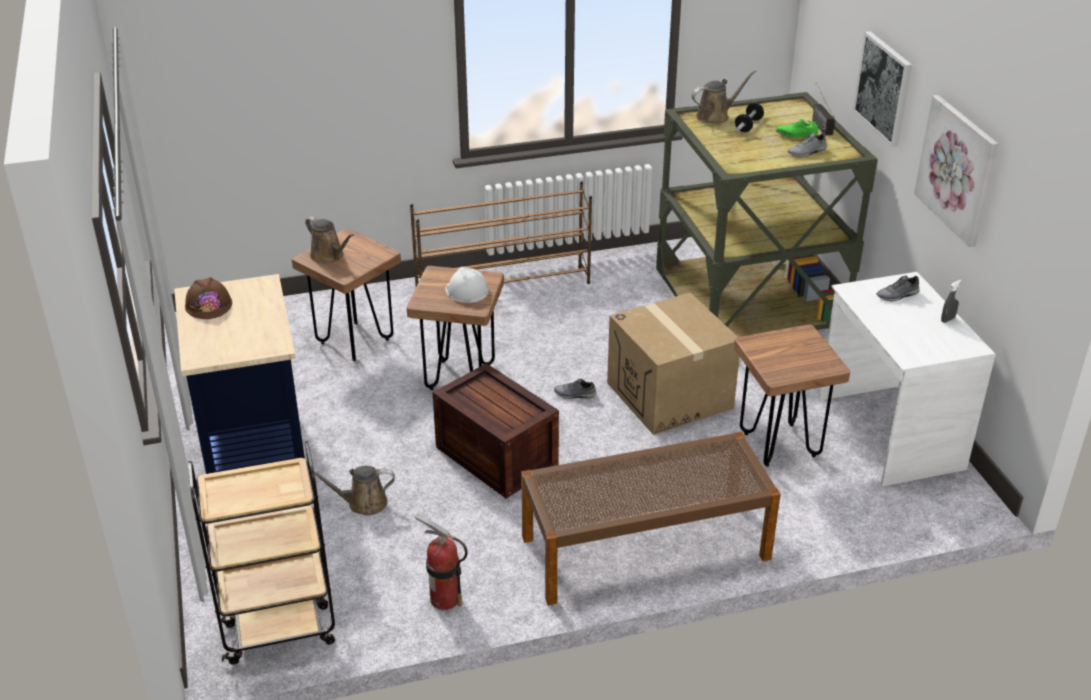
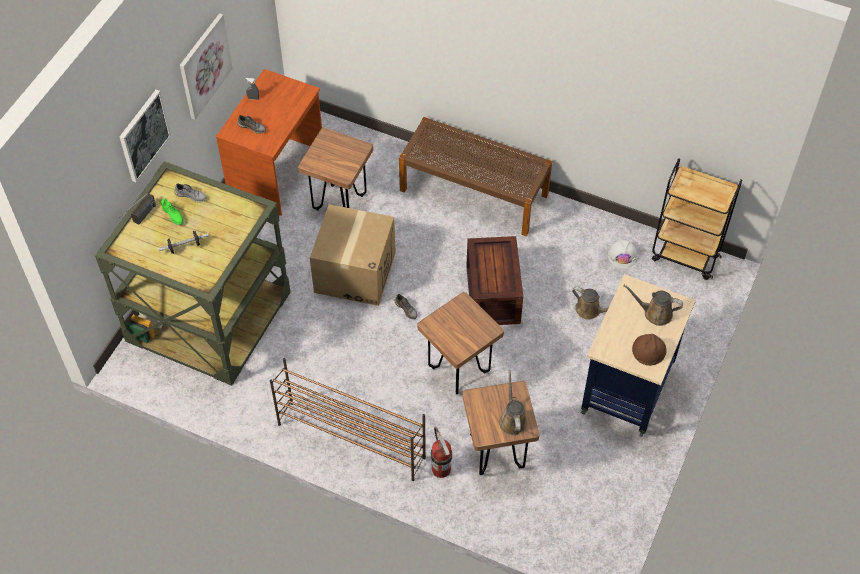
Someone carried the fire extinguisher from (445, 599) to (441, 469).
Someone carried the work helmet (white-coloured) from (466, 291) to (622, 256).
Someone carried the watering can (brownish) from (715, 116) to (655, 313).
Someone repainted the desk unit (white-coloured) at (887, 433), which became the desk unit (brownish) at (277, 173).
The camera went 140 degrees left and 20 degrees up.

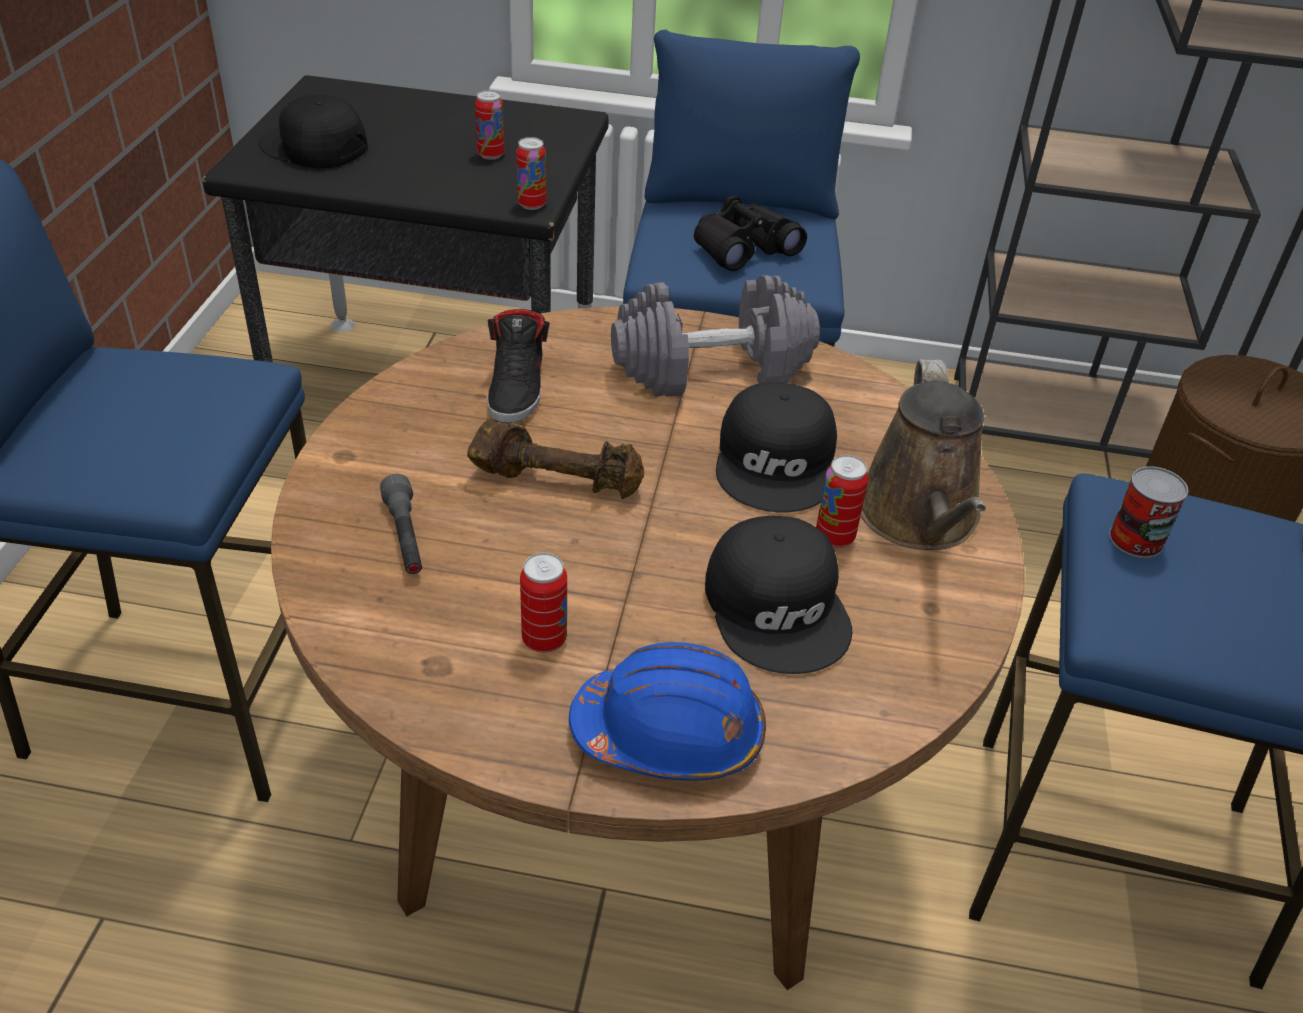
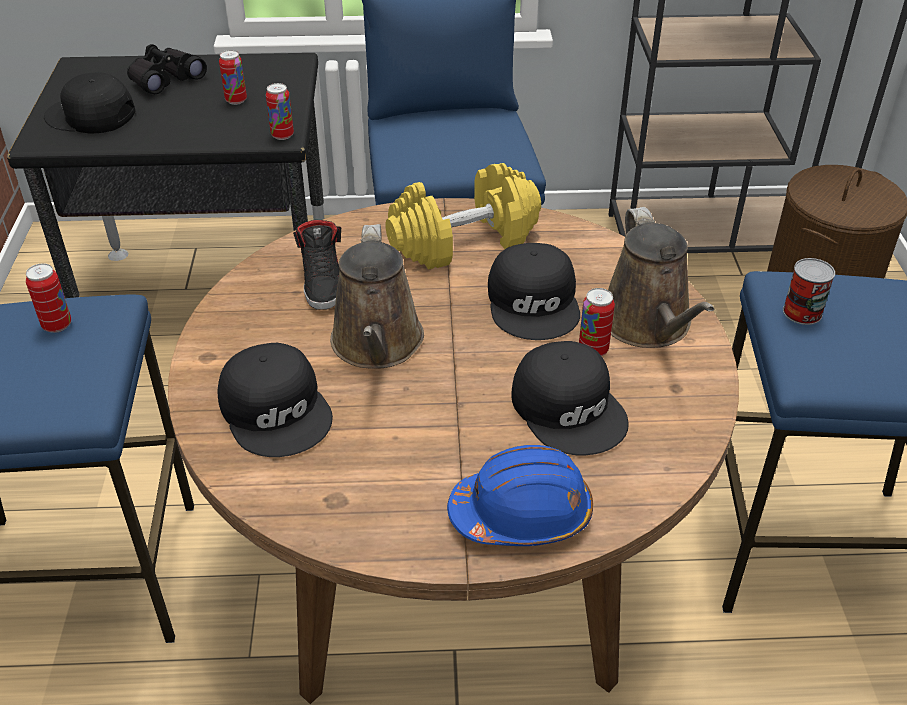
Someone carried the can from (544, 639) to (57, 325).
Someone carried the field glasses (black-coloured) from (743, 248) to (165, 79).
Someone swapped the hand torch (greyish) at (405, 537) for the baseball cap (black-coloured) at (277, 409).
Someone swapped the free weight (brownish) at (557, 479) for the watering can (brownish) at (377, 345).
Someone repainted the free weight (greyish) at (712, 368), which became the free weight (yellow) at (464, 240).
The camera went 10 degrees left and 0 degrees up.

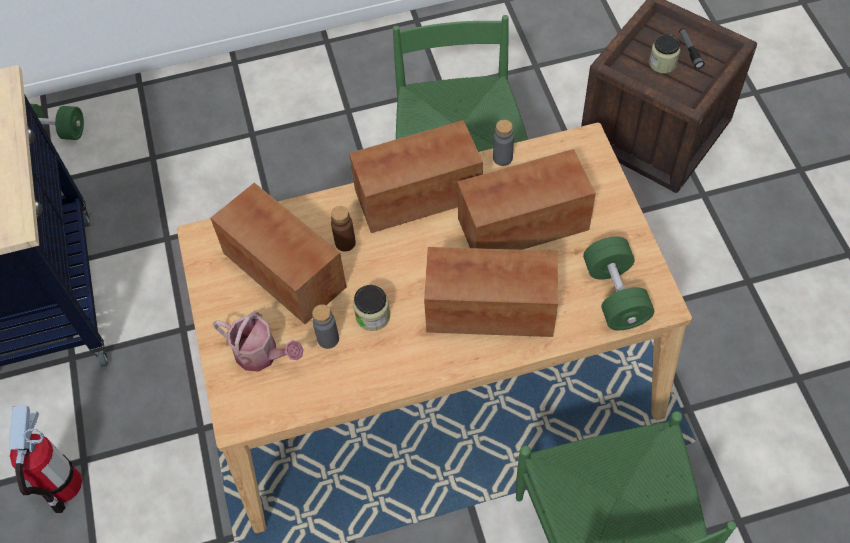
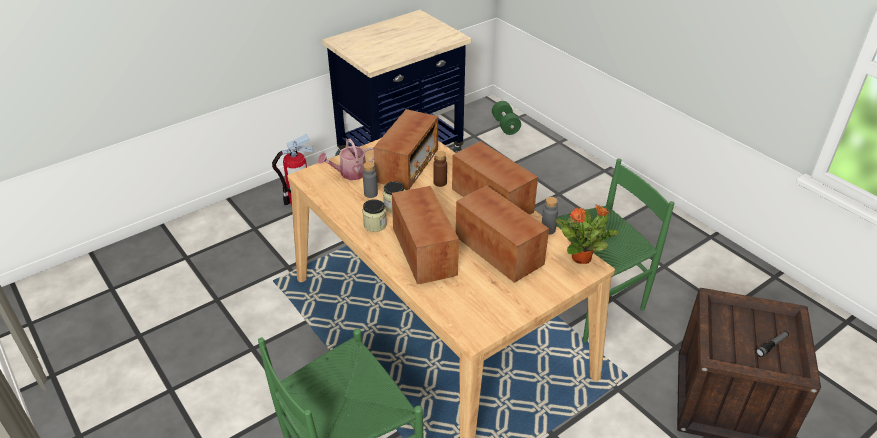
Someone took away the free weight (greenish) at (615, 294).
Someone put down the potted plant at (582, 258).
Someone carried the jar from (662, 63) to (375, 224).
Someone rotated the watering can at (262, 354) by 60 degrees clockwise.
The camera went 65 degrees right and 20 degrees down.

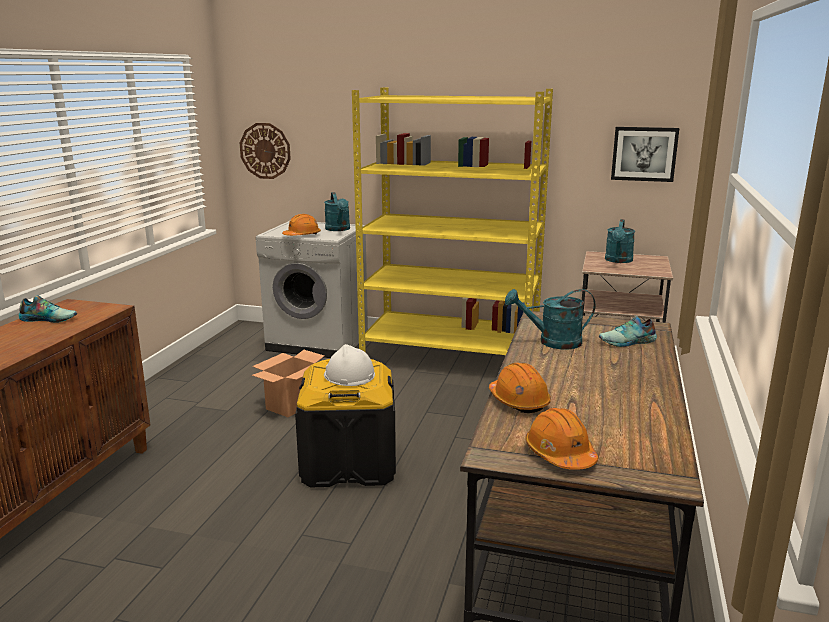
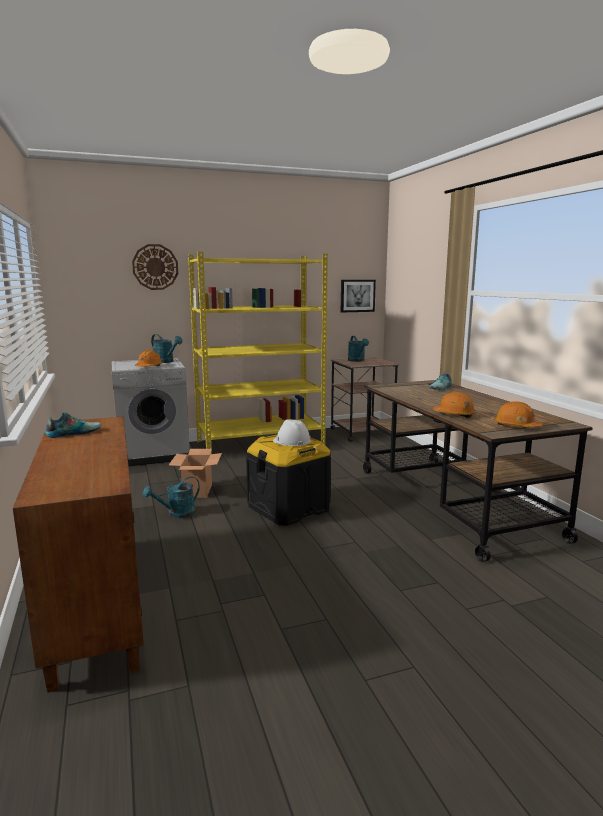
Someone carried the hanging clock from (265, 151) to (155, 267).
Someone carried the watering can (blue-green) from (552, 342) to (176, 514).
The camera went 35 degrees left and 5 degrees down.

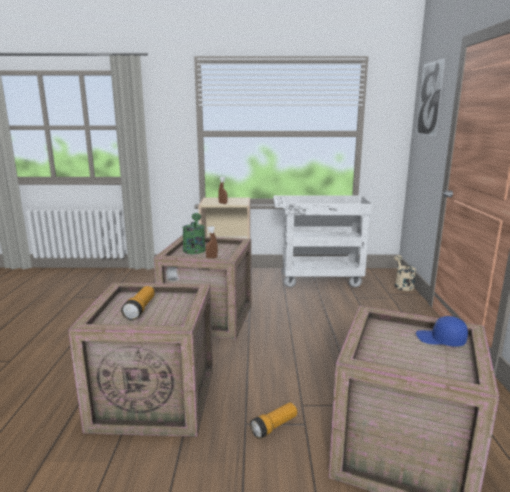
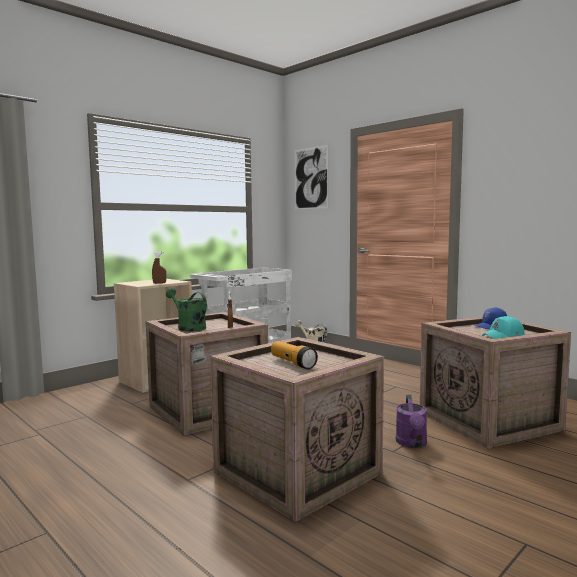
Someone put down the baseball cap (blue-green) at (504, 336).
Someone swapped the hand torch at (274, 427) for the watering can (purple-coloured) at (412, 443).
The camera went 45 degrees left and 10 degrees down.

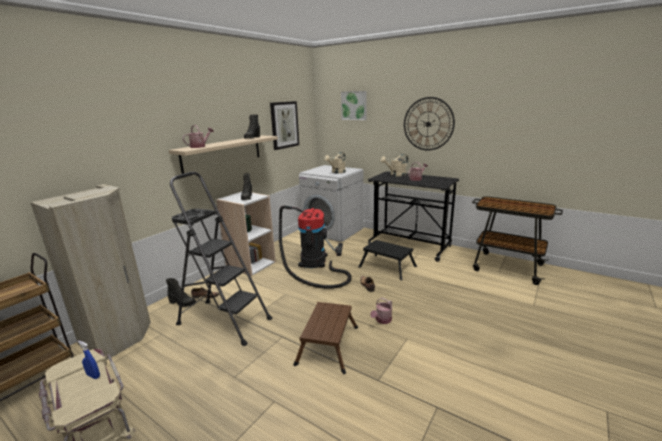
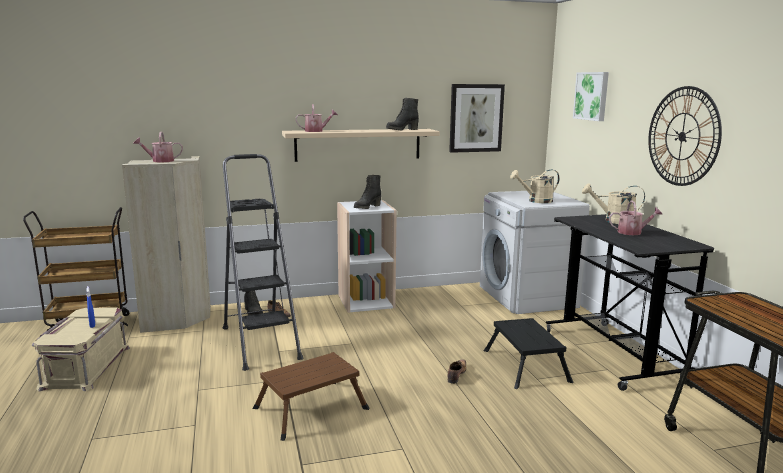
Someone took away the vacuum cleaner at (313, 263).
Someone carried the watering can from (382, 320) to (160, 161).
The camera went 40 degrees right and 5 degrees down.

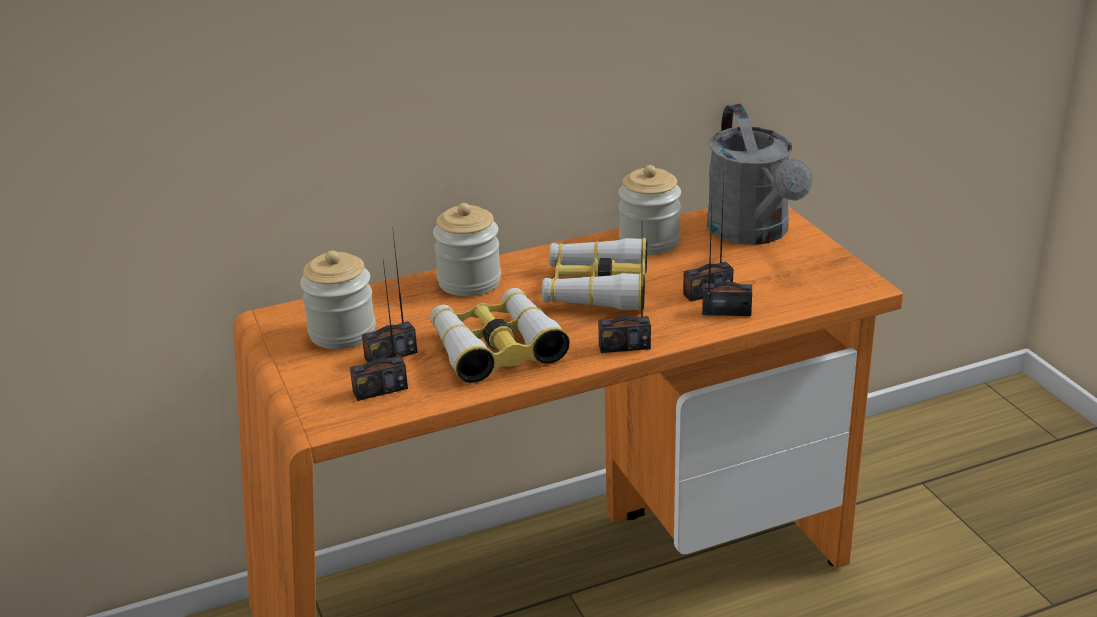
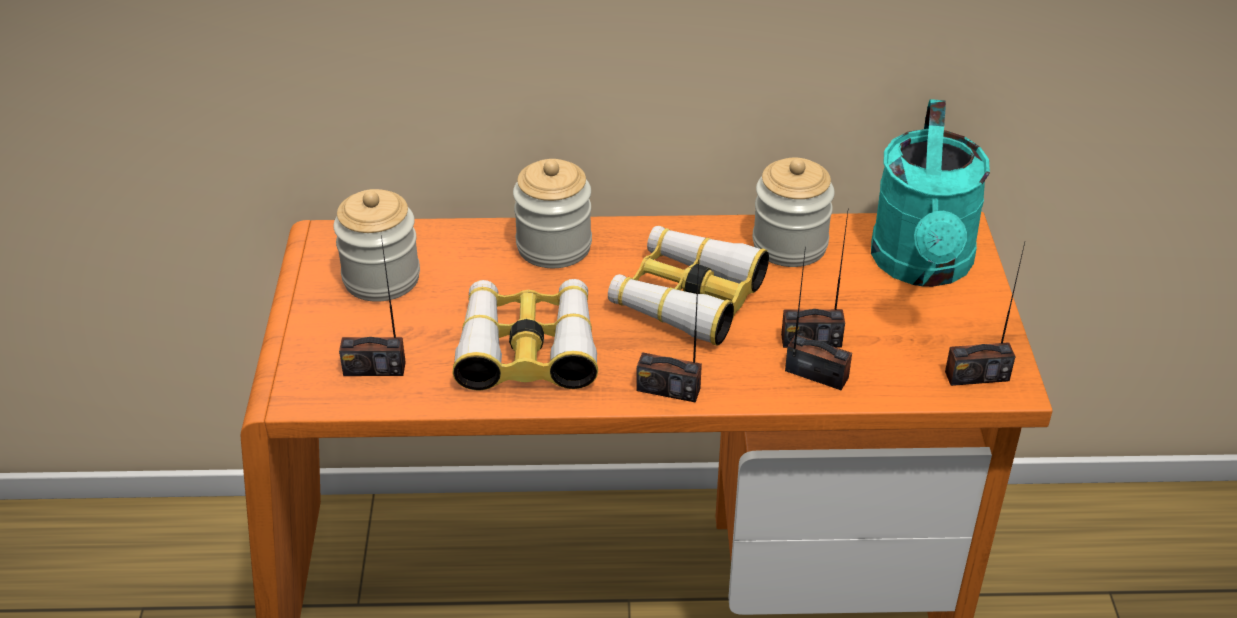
Someone carried the radio set from (390, 355) to (976, 376).
Someone repainted the watering can (greyish) at (754, 233), which became the watering can (blue-green) at (923, 267).
The camera went 20 degrees right and 10 degrees up.

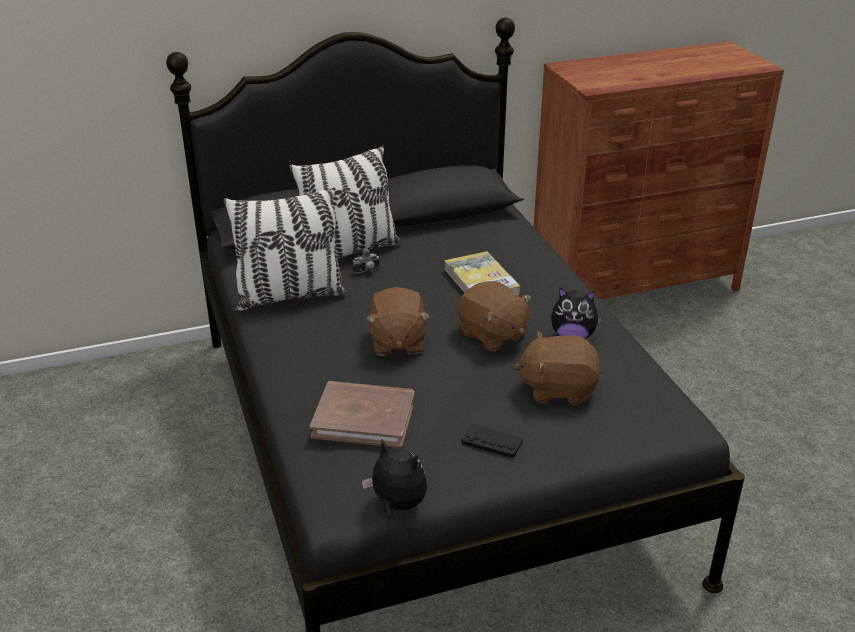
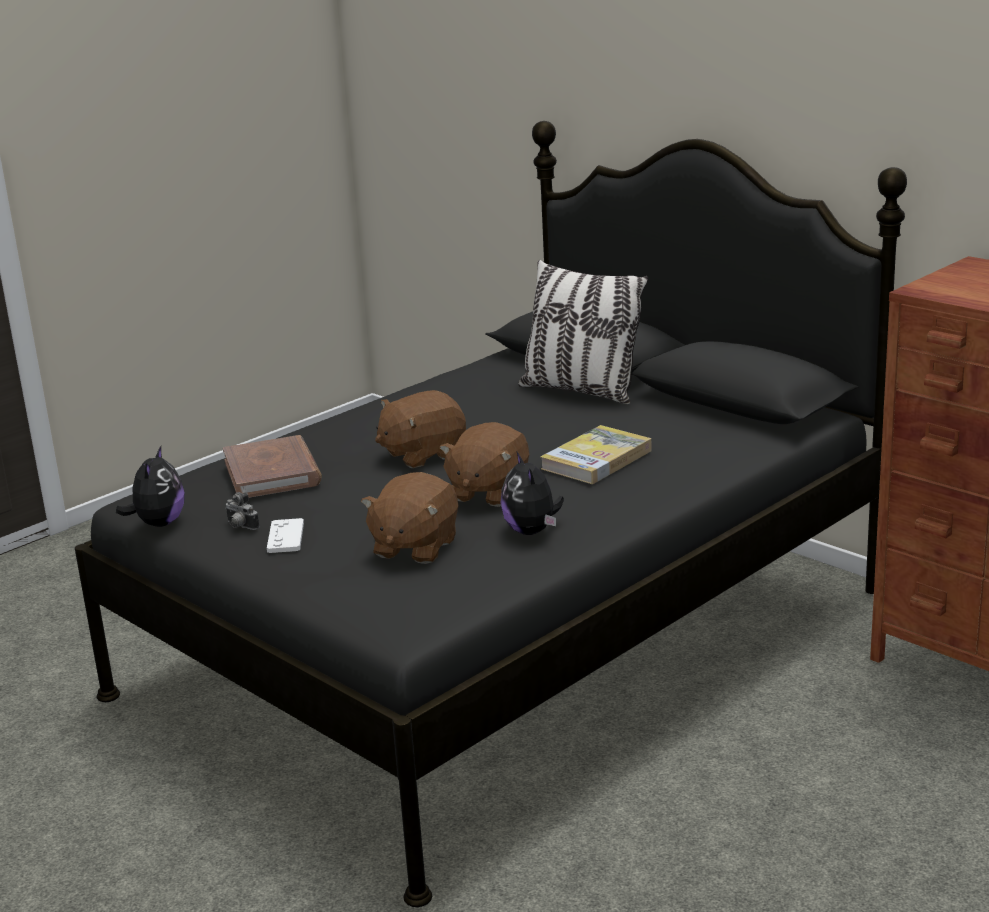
Someone took away the cushion at (290, 296).
Someone carried the still camera from (367, 271) to (240, 527).
Someone repainted the joypad (black-coloured) at (492, 442), which became the joypad (white-coloured) at (285, 537).
Someone rotated the soft toy (brownish) at (558, 389) by 135 degrees counterclockwise.
The camera went 65 degrees right and 10 degrees down.

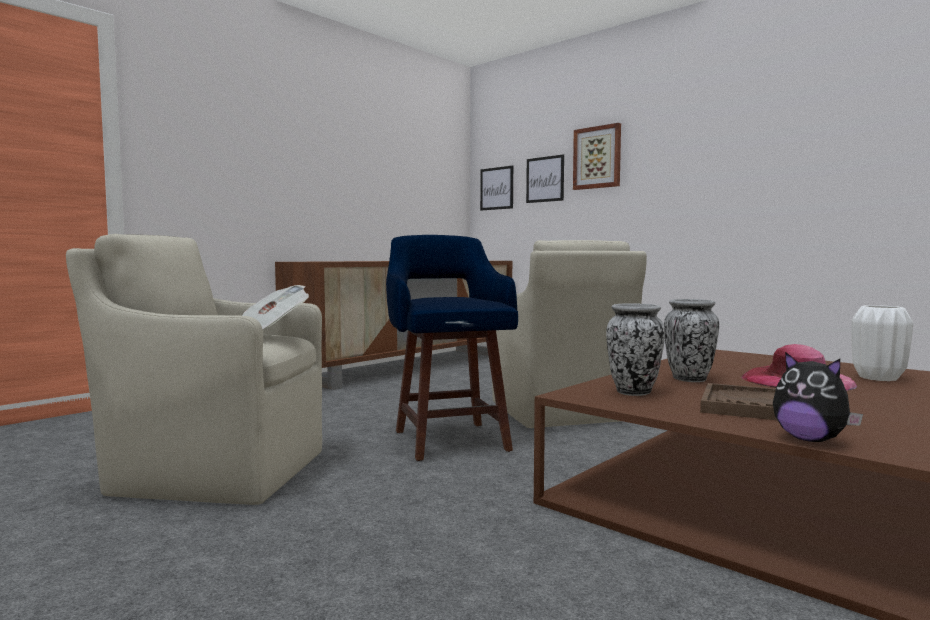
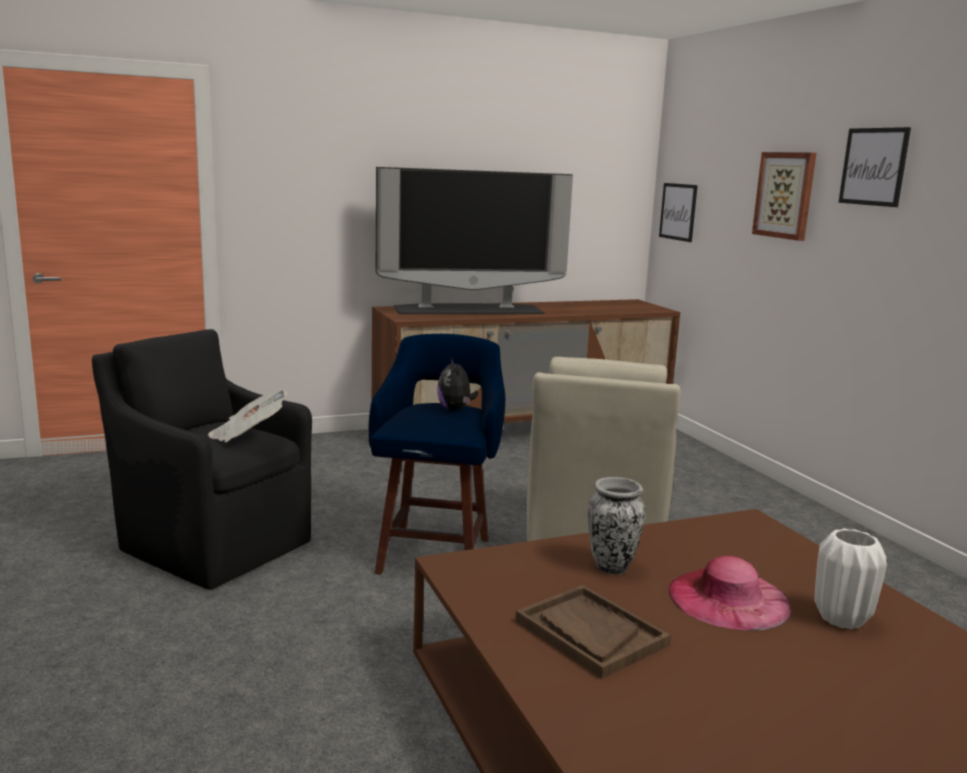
Someone took away the flower vase at (634, 392).
Someone put down the television at (468, 310).
Someone carried the wall picture from (545, 179) to (873, 166).
Someone carried the soft toy from (810, 440) to (455, 409).
Someone repainted the lounge chair (sand-coloured) at (215, 471), which became the lounge chair (black-coloured) at (213, 544).
The camera went 25 degrees right and 10 degrees up.

